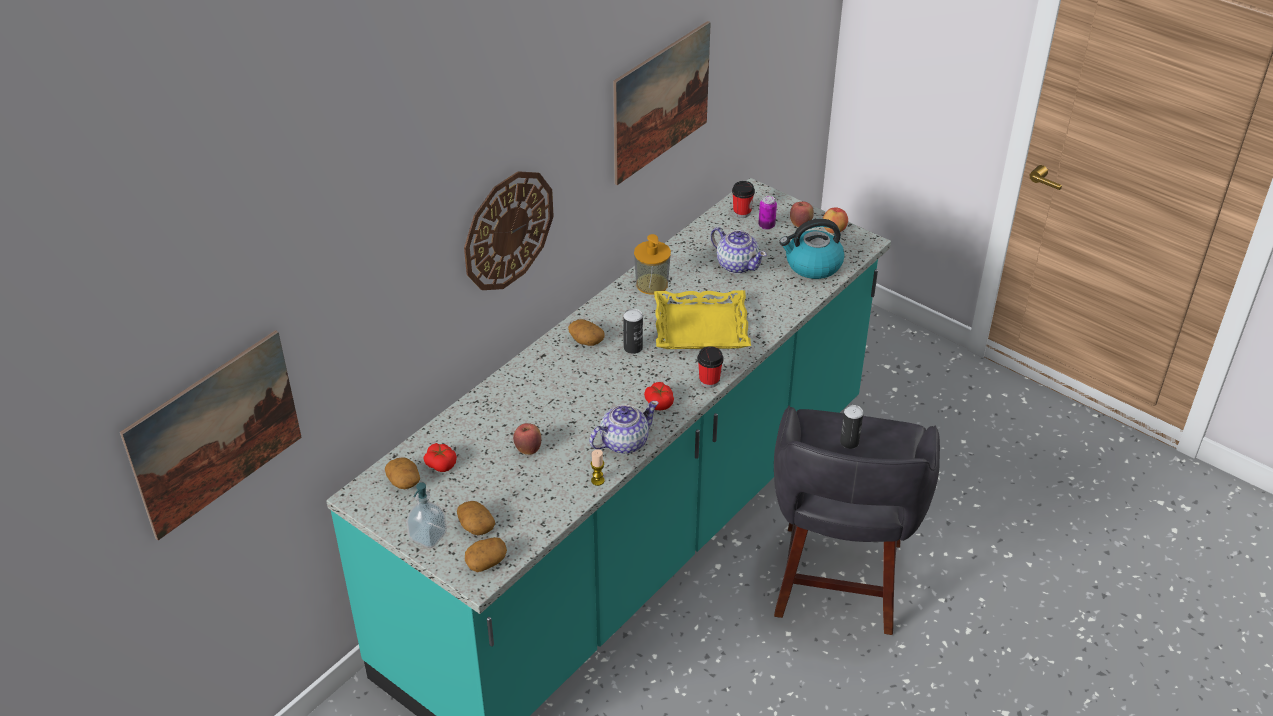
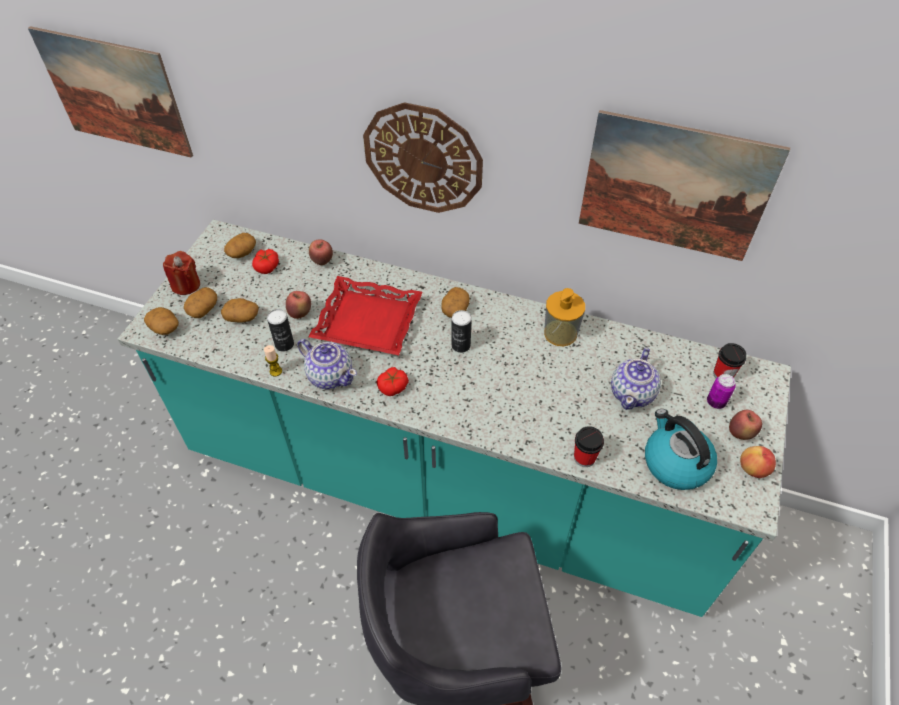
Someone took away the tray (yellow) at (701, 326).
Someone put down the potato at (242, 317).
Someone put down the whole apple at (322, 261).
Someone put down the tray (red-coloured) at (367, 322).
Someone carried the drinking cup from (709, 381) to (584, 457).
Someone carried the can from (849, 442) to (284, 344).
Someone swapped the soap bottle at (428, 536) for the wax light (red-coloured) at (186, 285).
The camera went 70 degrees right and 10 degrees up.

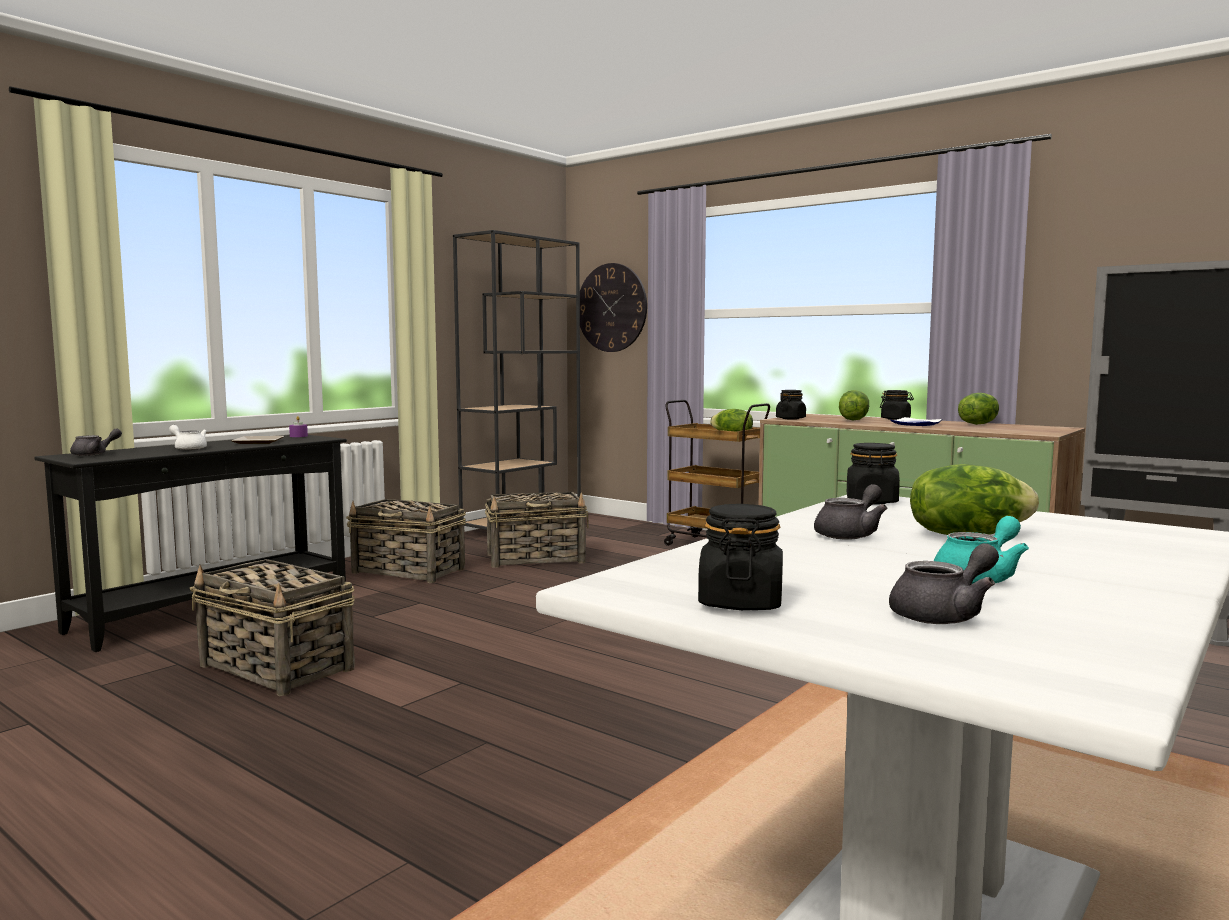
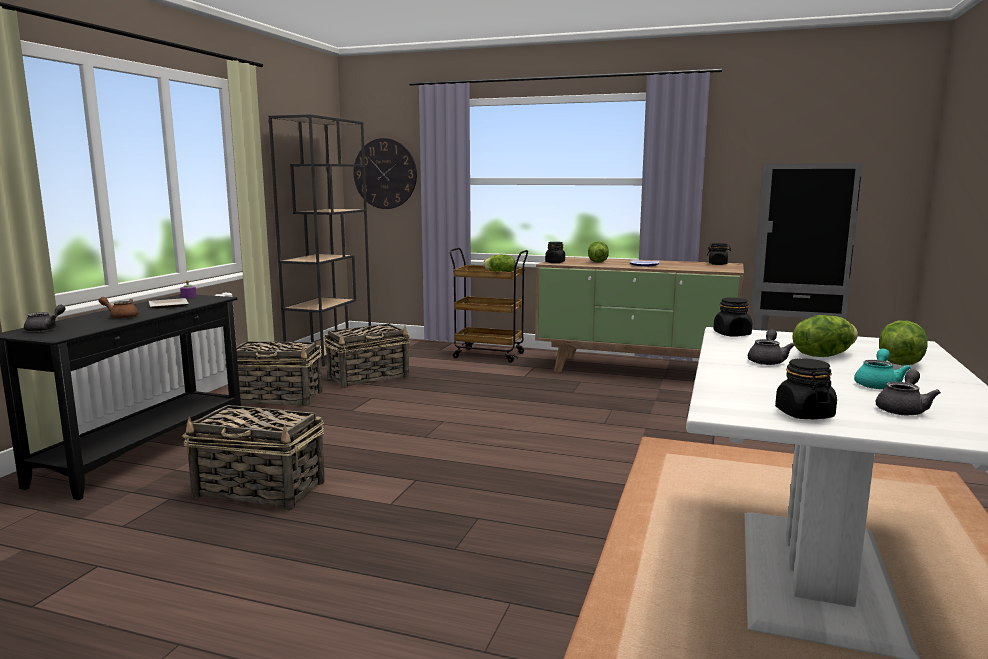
Someone carried the jar (black-coloured) from (896, 419) to (718, 264).
Someone carried the lettuce head from (978, 424) to (899, 362).
Someone repainted the pot for tea (white-coloured) at (188, 448), which became the pot for tea (brownish) at (121, 316).
The camera went 20 degrees left and 5 degrees up.

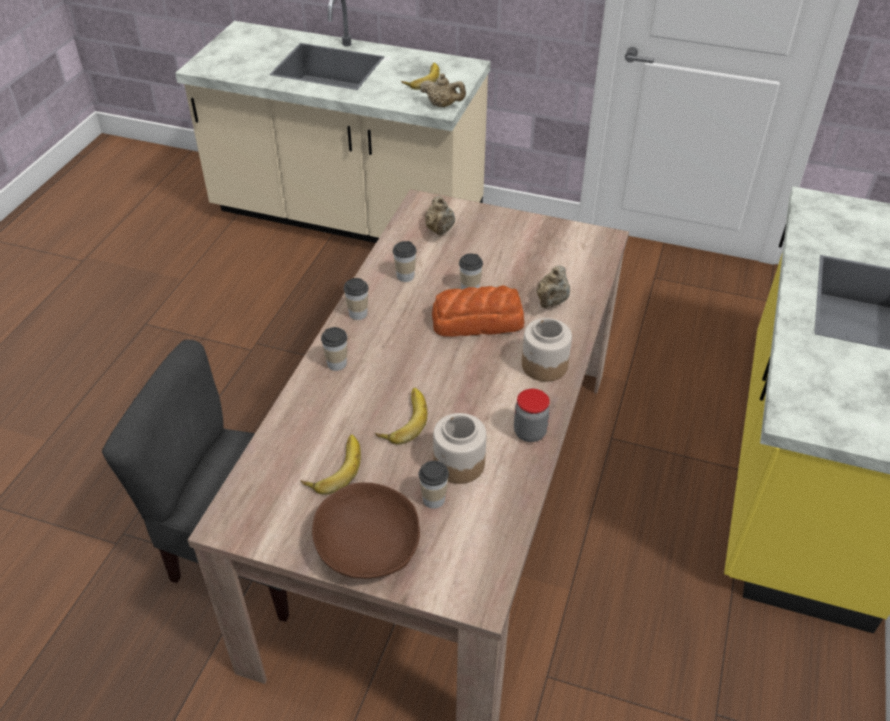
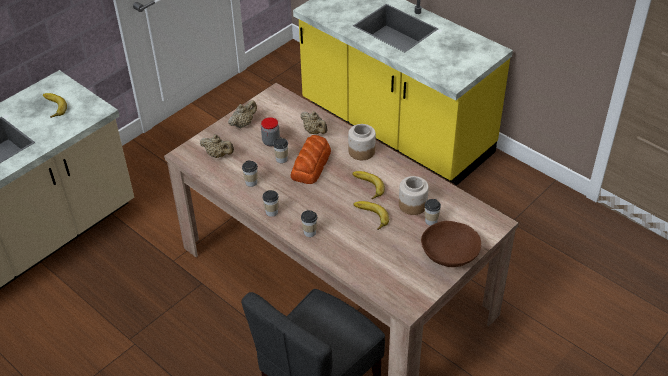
Someone carried the banana fruit from (333, 467) to (366, 187).
Someone carried the pot for tea (sand-coloured) from (443, 105) to (243, 124).
Someone carried the jar from (530, 432) to (271, 142).
The camera went 65 degrees left and 0 degrees up.

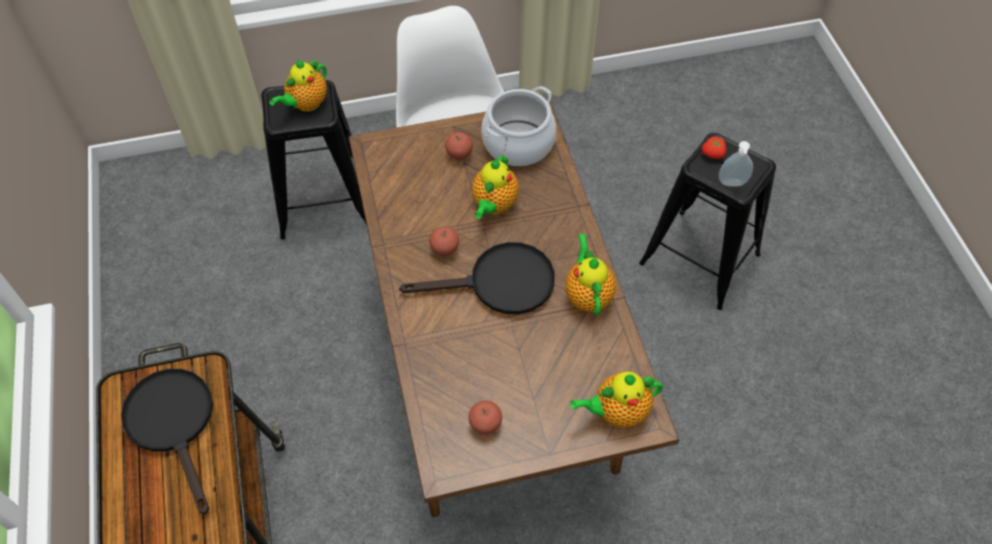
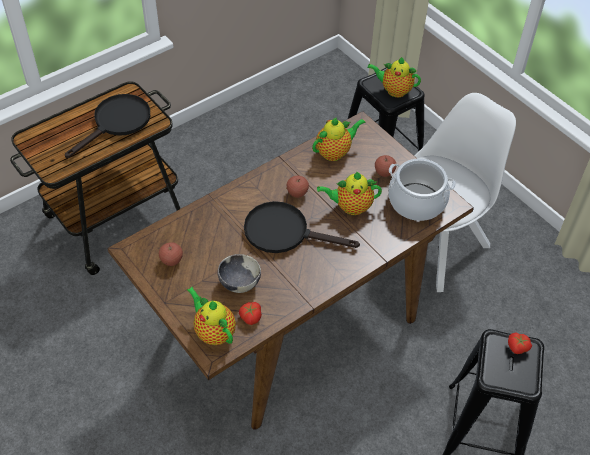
Someone took away the soap bottle at (732, 184).
Someone put down the deep dish at (239, 283).
Someone put down the tomato at (250, 317).
Someone carried the pot for tea from (587, 295) to (335, 152).
Someone rotated the frying pan (black-coloured) at (499, 284) by 135 degrees clockwise.
The camera went 65 degrees right and 5 degrees down.

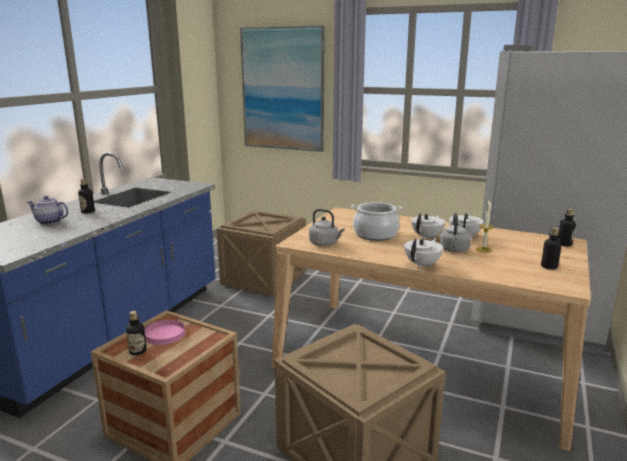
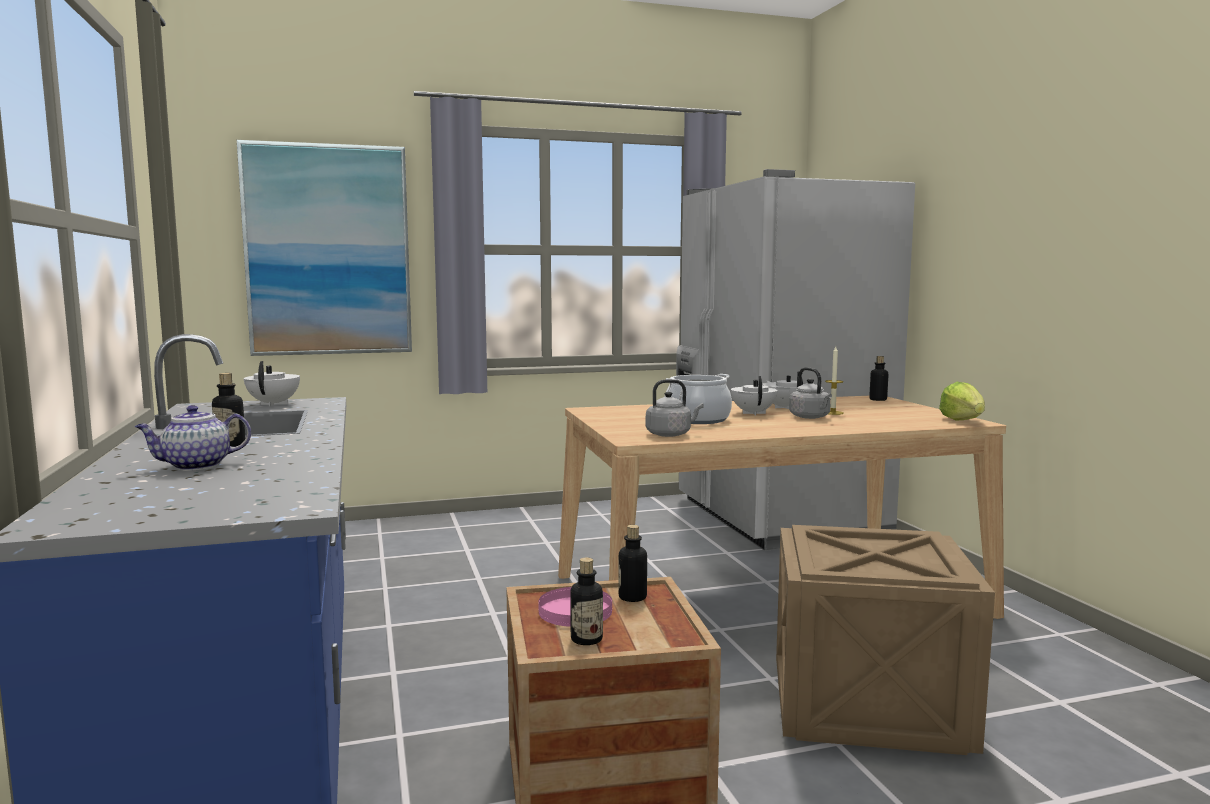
Someone took away the shipping crate at (265, 278).
Someone put down the lettuce head at (962, 421).
Someone carried the pot for tea (white-coloured) from (422, 264) to (274, 404).
Someone carried the bottle from (549, 267) to (632, 597).
The camera went 40 degrees left and 10 degrees down.

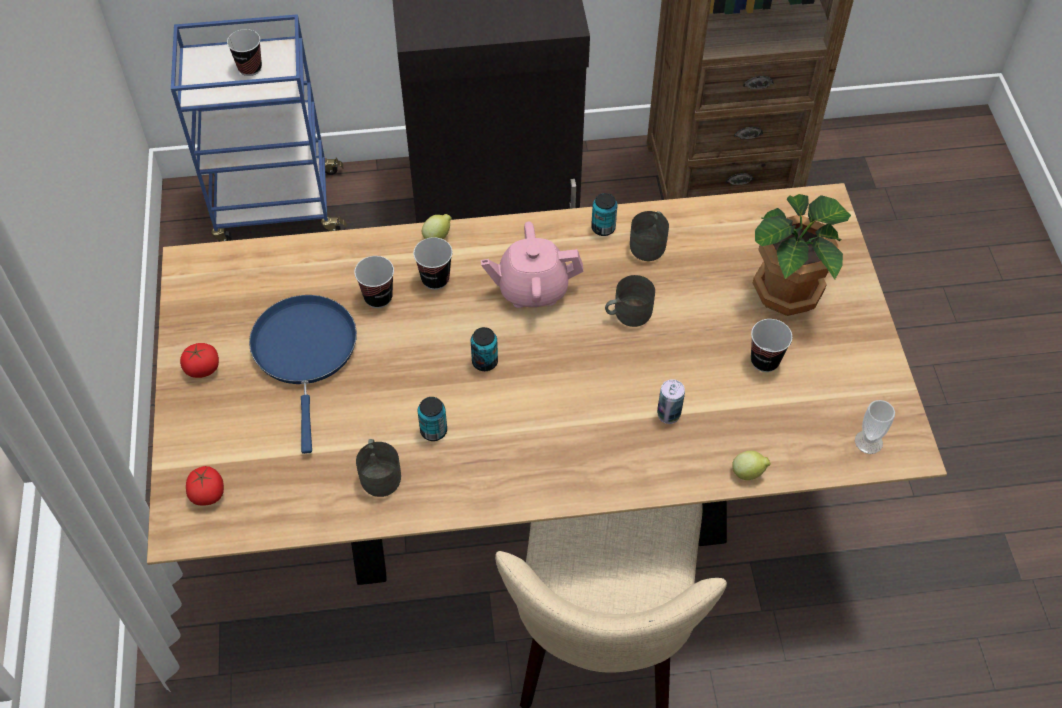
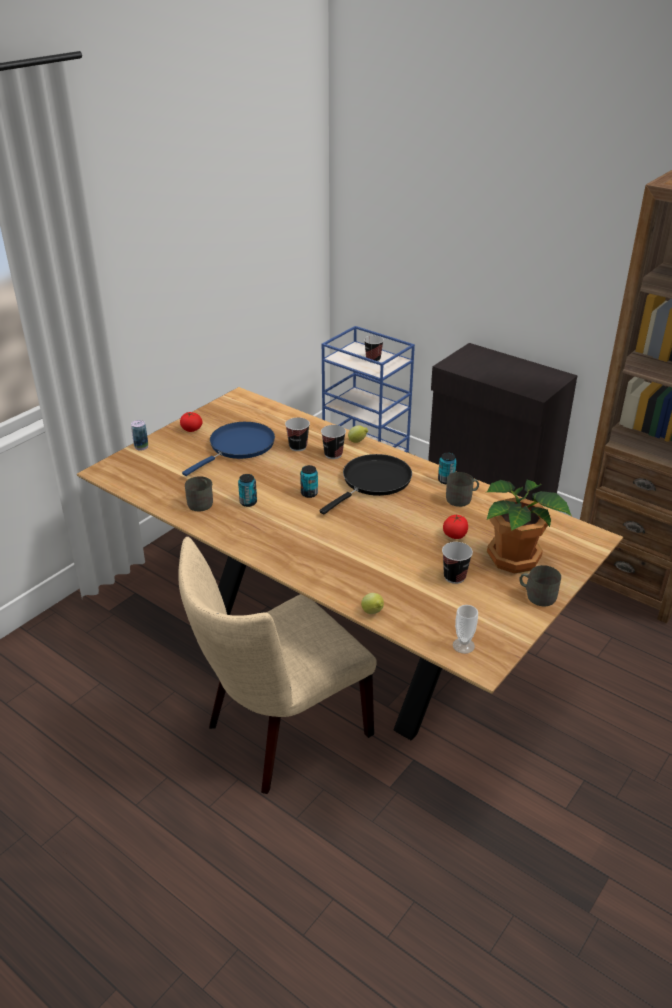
Someone carried the tomato from (208, 494) to (455, 535).
Someone carried the tea mug (greyish) from (627, 313) to (537, 595).
Someone carried the can from (668, 414) to (141, 447).
Someone swapped the pot for tea (pinkish) at (532, 289) for the frying pan (black-coloured) at (373, 482).
The camera went 45 degrees right and 20 degrees down.

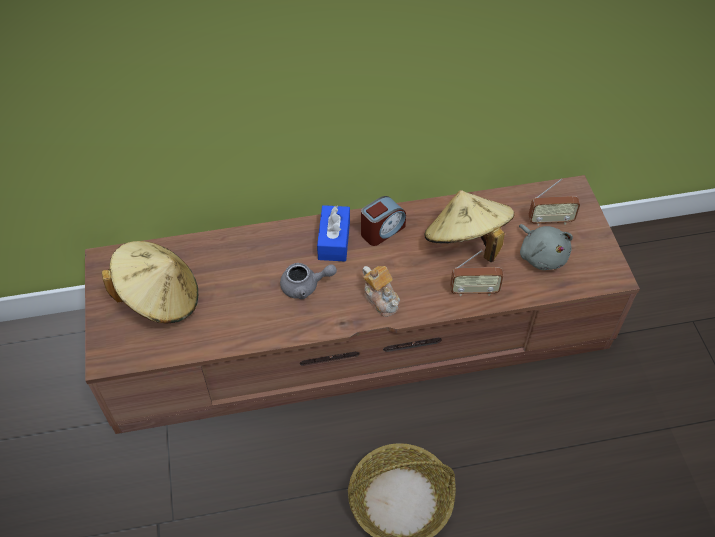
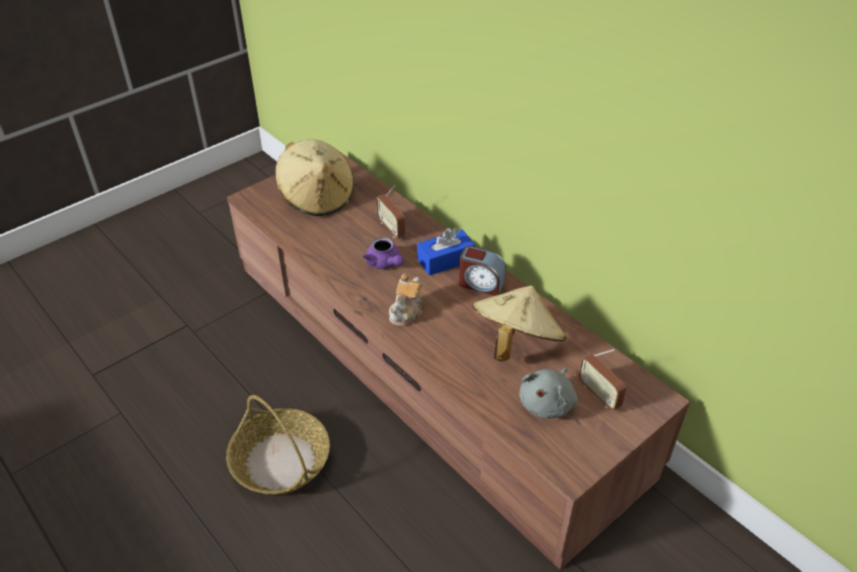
Someone carried the radio set from (474, 291) to (391, 228).
Someone repainted the pot for tea (greyish) at (305, 286), which became the pot for tea (purple-coloured) at (385, 264).
The camera went 60 degrees right and 10 degrees down.

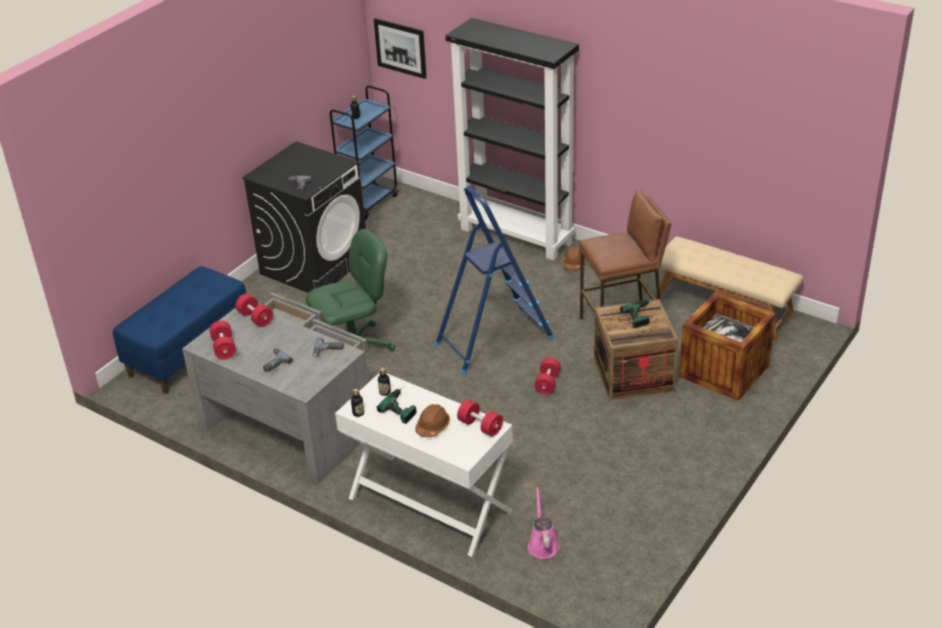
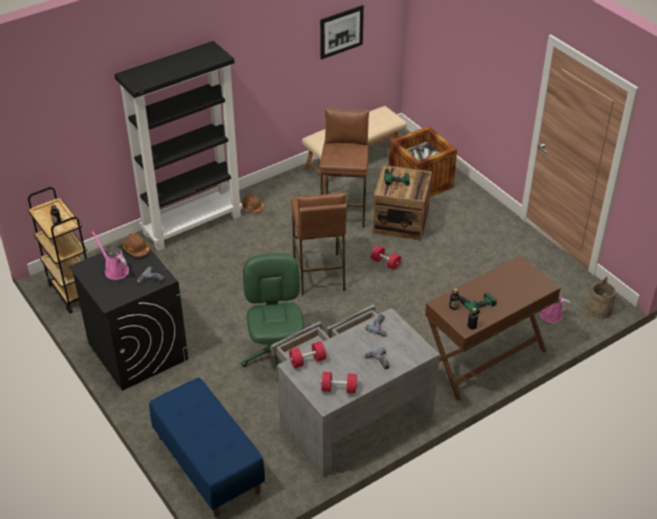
Someone took away the free weight (red-coloured) at (480, 426).
Someone put down the watering can (pinkish) at (115, 270).
Someone put down the pail (sand-coloured) at (599, 309).
Someone carried the wall picture from (400, 48) to (341, 32).
Someone carried the work helmet (brownish) from (432, 426) to (136, 249).
Someone swapped the step ladder (blue-coloured) at (495, 340) for the sitting stool (brownish) at (319, 274).
Someone repainted the wheeled cart (blue-coloured) at (369, 204), which became the wheeled cart (brownish) at (70, 293).
Someone repainted the console table (white-coloured) at (429, 504), which became the console table (brownish) at (485, 358).
The camera went 70 degrees left and 5 degrees up.

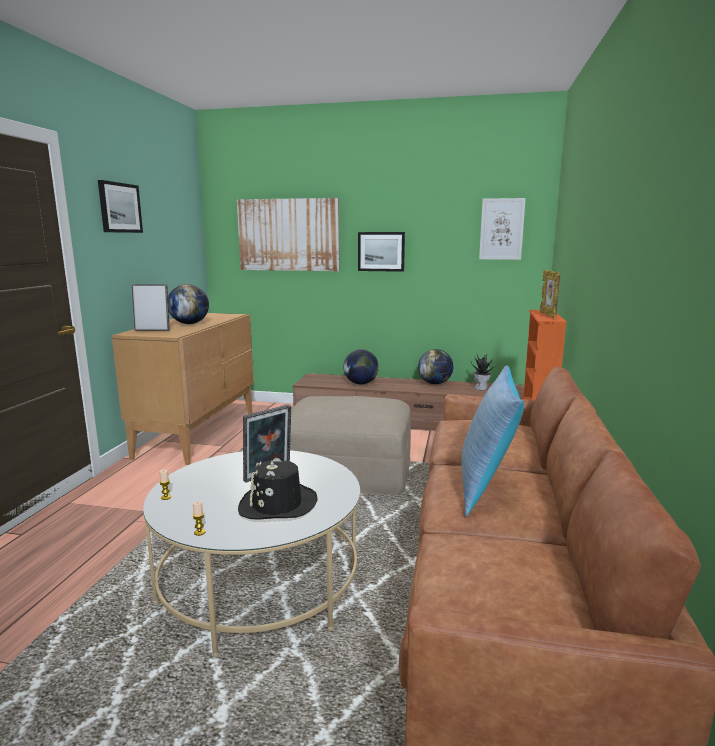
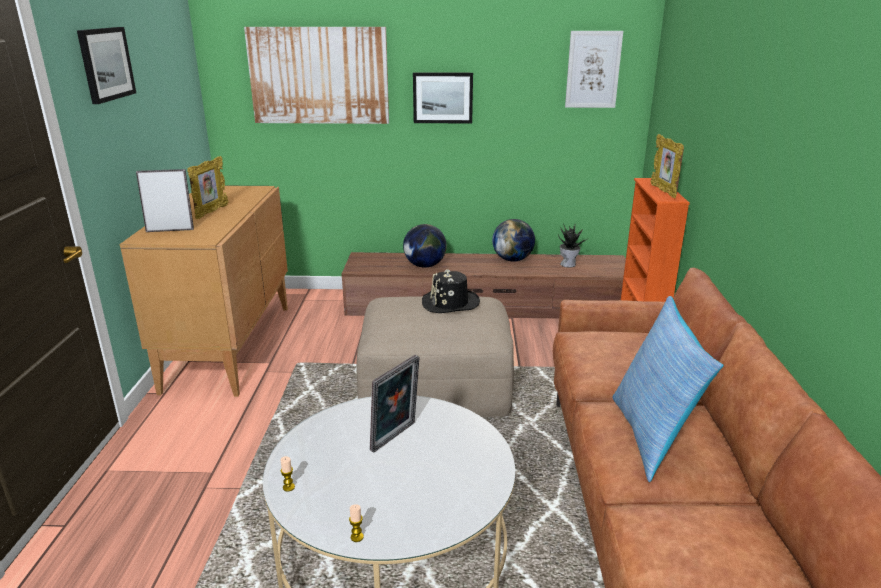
Someone carried the wearable hat (black-coloured) from (277, 504) to (450, 303).
Someone swapped the globe at (189, 323) for the standing frame at (211, 212).
The camera went 10 degrees left and 10 degrees up.

